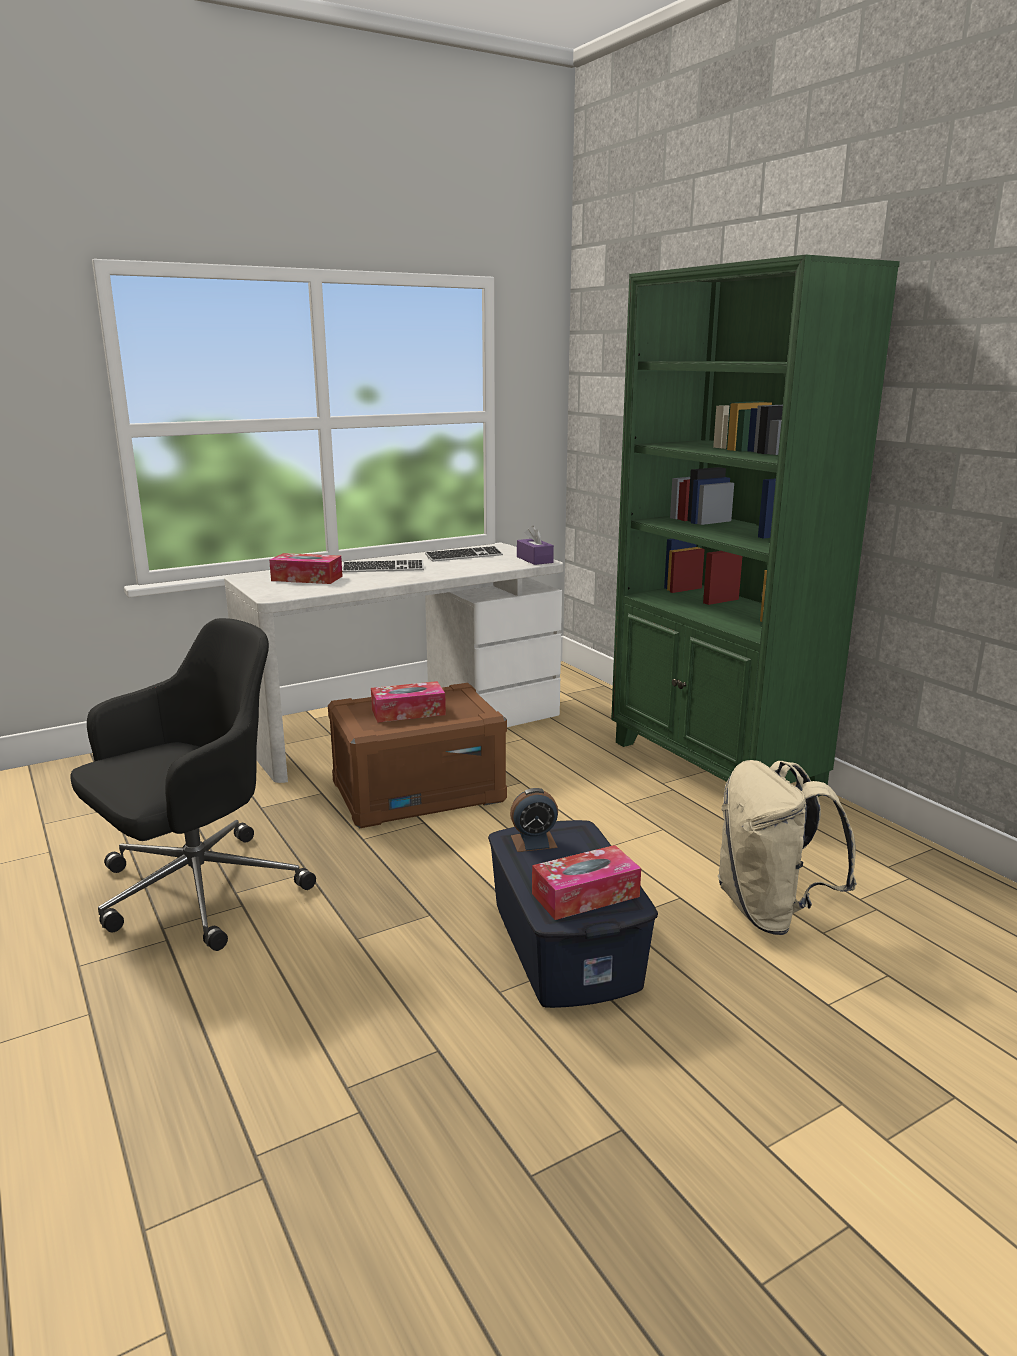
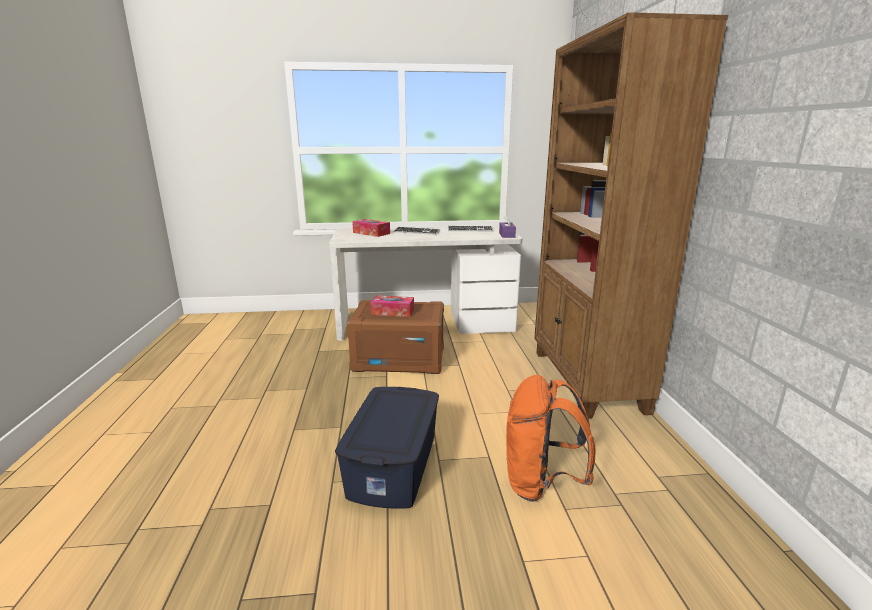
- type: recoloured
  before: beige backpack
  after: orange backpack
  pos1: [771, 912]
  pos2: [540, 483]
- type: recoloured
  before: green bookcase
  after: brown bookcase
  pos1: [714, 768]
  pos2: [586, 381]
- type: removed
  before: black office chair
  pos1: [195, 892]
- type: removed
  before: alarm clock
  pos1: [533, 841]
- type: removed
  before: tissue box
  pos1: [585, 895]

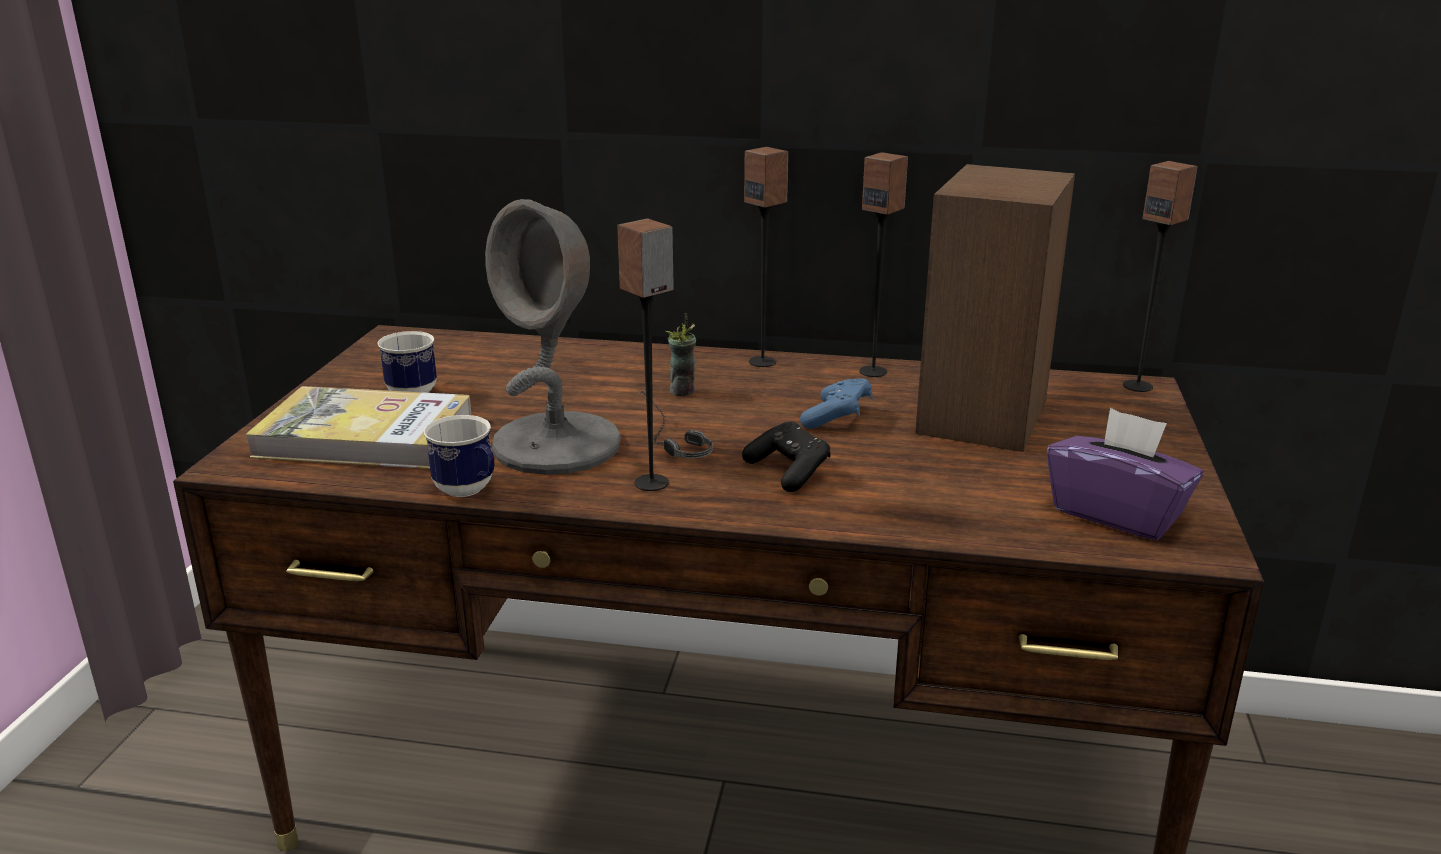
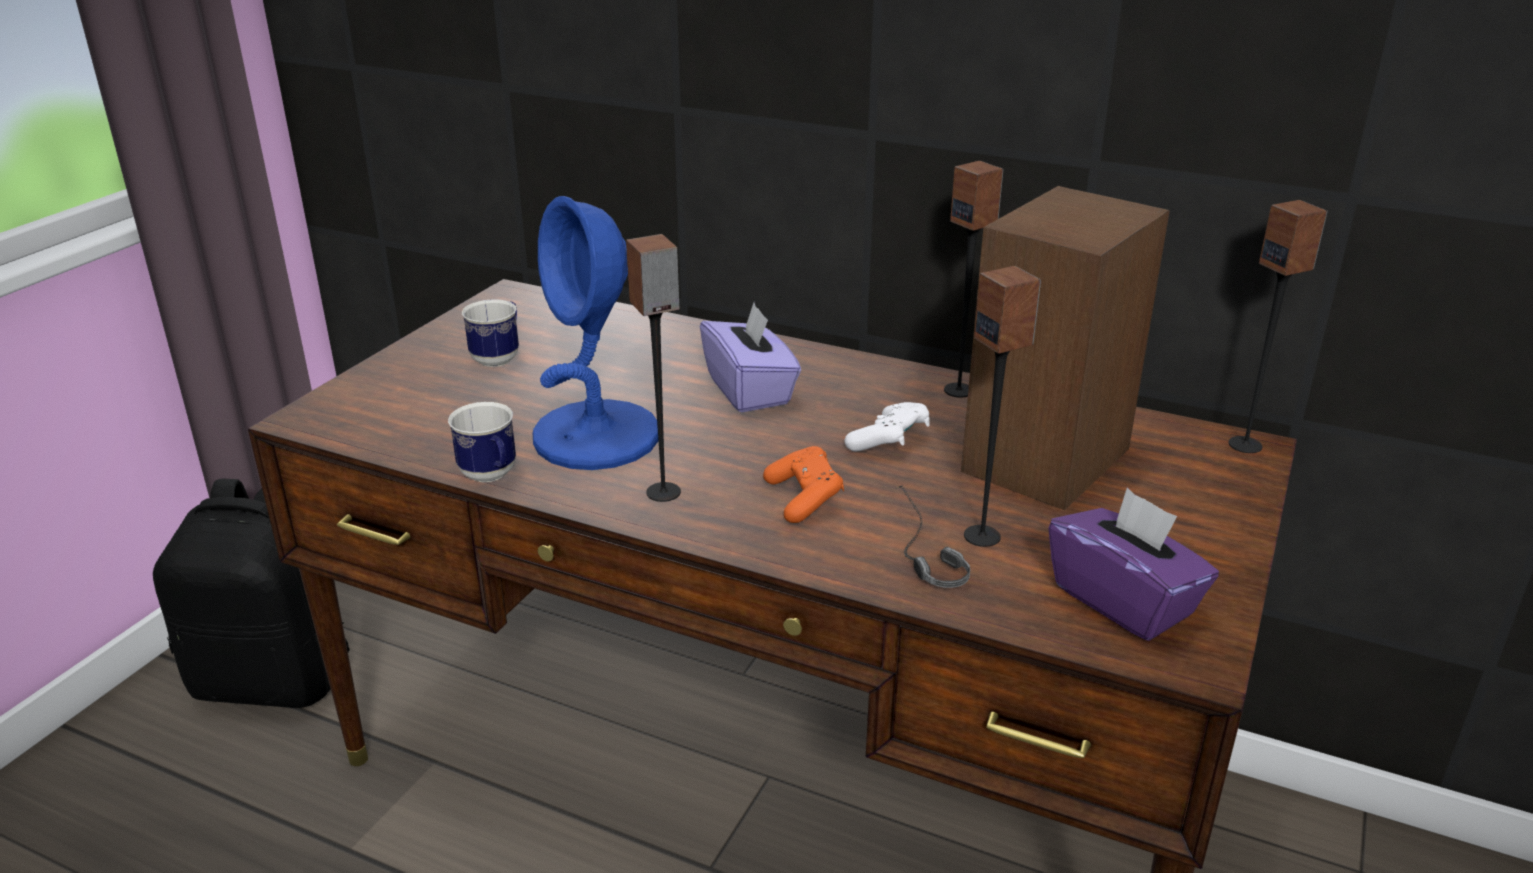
- type: added
  after: black backpack
  pos2: [276, 678]
- type: recoloured
  before: grey table lamp
  after: blue table lamp
  pos1: [557, 446]
  pos2: [597, 437]
- type: replaced
  before: cup
  after: purple tissue box
  pos1: [682, 391]
  pos2: [750, 390]
- type: recoloured
  before: black game controller
  after: orange game controller
  pos1: [788, 471]
  pos2: [804, 498]
- type: recoloured
  before: blue game controller
  after: white game controller
  pos1: [837, 418]
  pos2: [889, 442]
- type: moved
  before: headphones
  pos1: [665, 441]
  pos2: [918, 553]
- type: moved
  before: speaker
  pos1: [763, 362]
  pos2: [982, 536]
- type: removed
  before: book
  pos1: [365, 436]

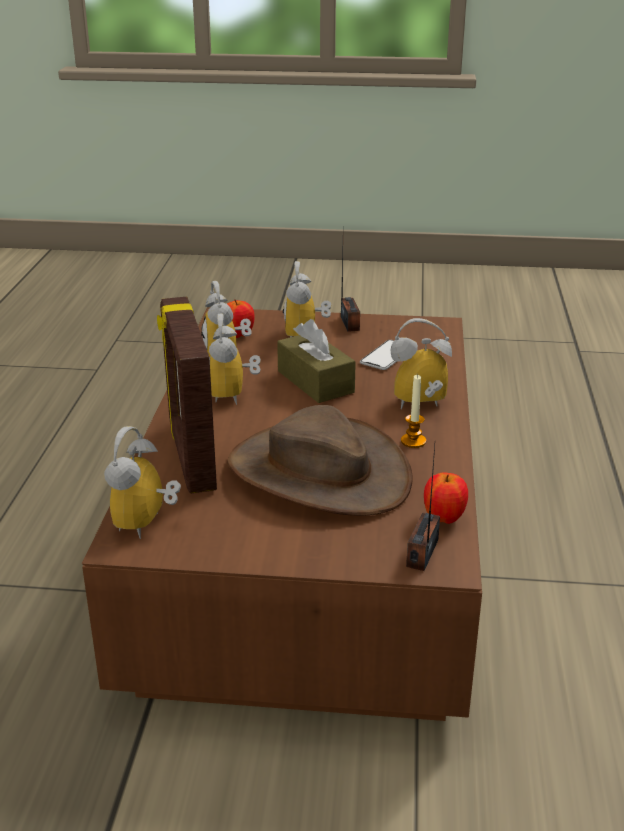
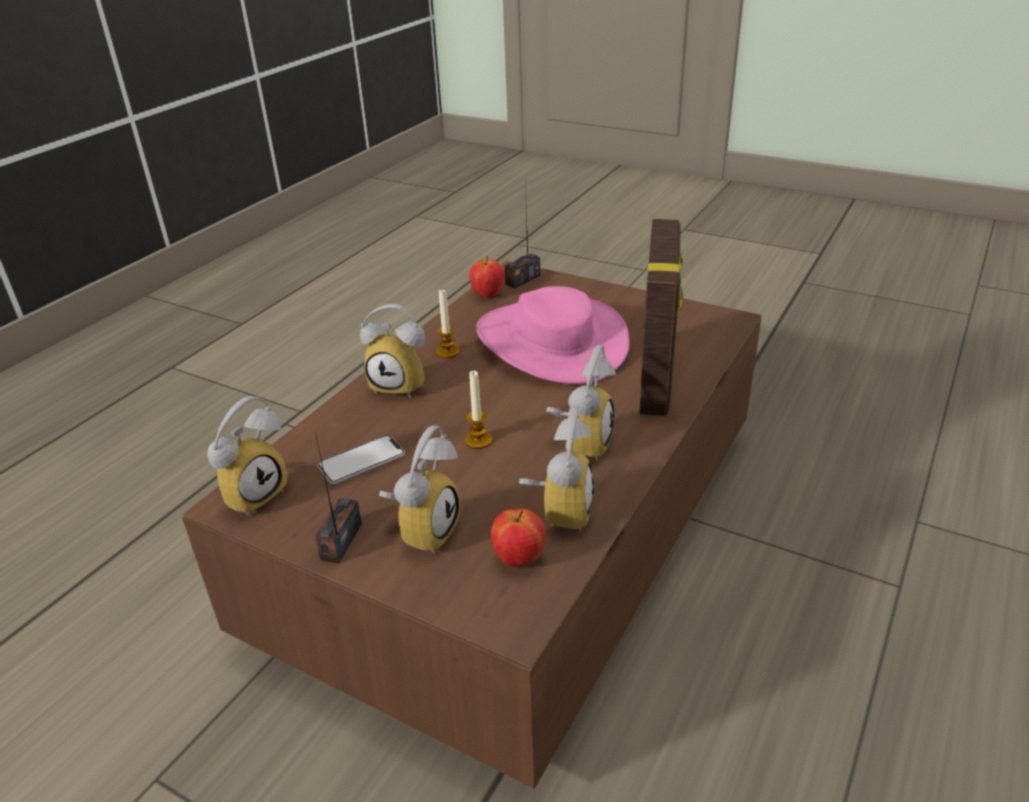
- type: moved
  before: alarm clock
  pos1: [147, 524]
  pos2: [253, 493]
- type: replaced
  before: brown tissue box
  after: candle
  pos1: [315, 382]
  pos2: [478, 440]
- type: recoloured
  before: brown hat
  after: pink hat
  pos1: [318, 472]
  pos2: [551, 341]

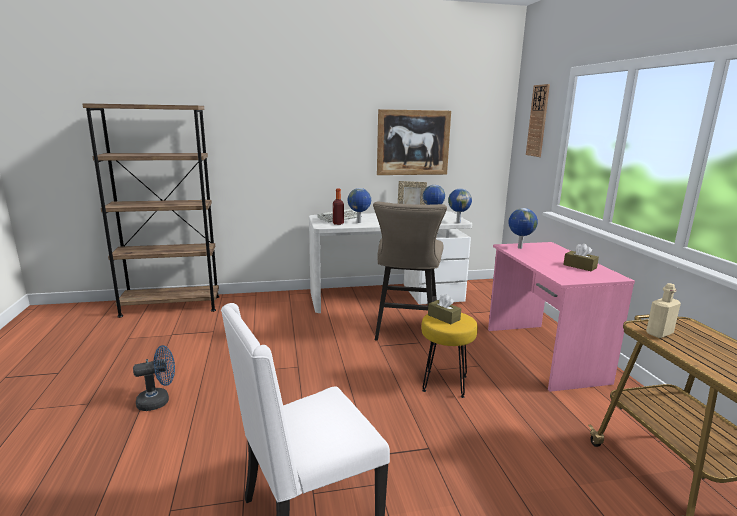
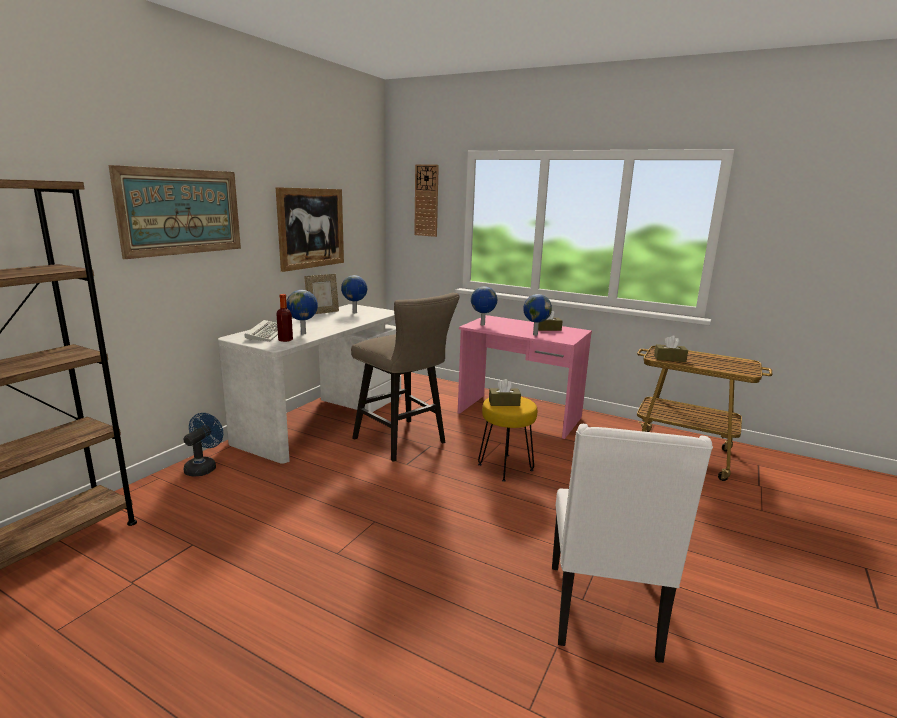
- type: added
  after: picture
  pos2: [181, 211]
- type: moved
  before: blue fan
  pos1: [159, 401]
  pos2: [203, 467]
- type: moved
  before: globe
  pos1: [458, 222]
  pos2: [534, 334]
- type: replaced
  before: beige bottle
  after: brown tissue box
  pos1: [659, 333]
  pos2: [669, 358]

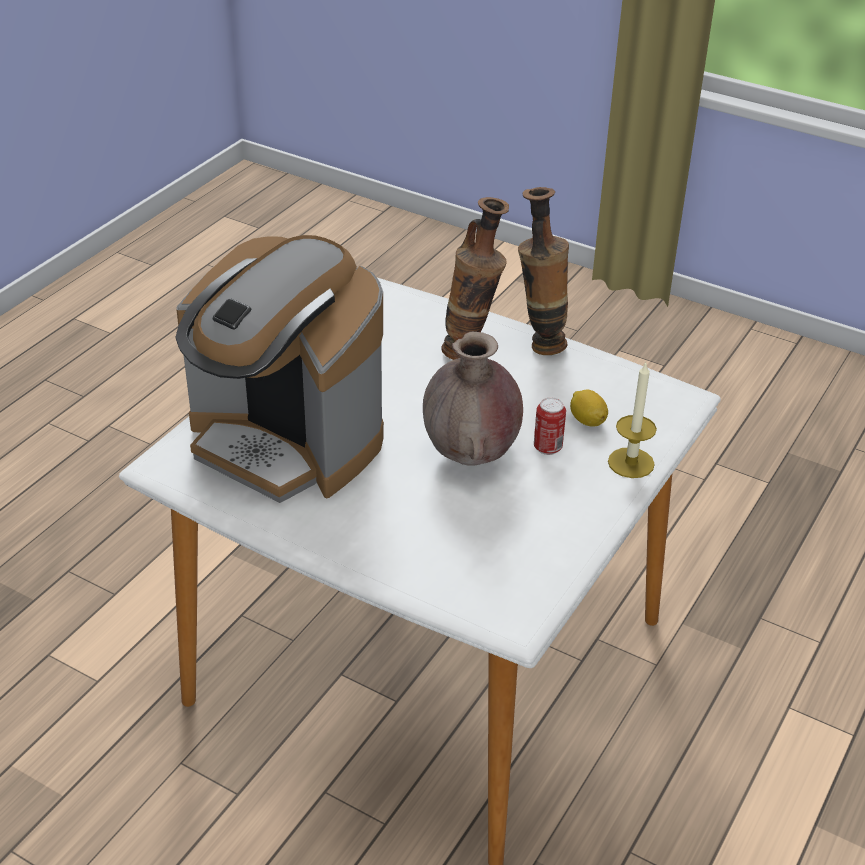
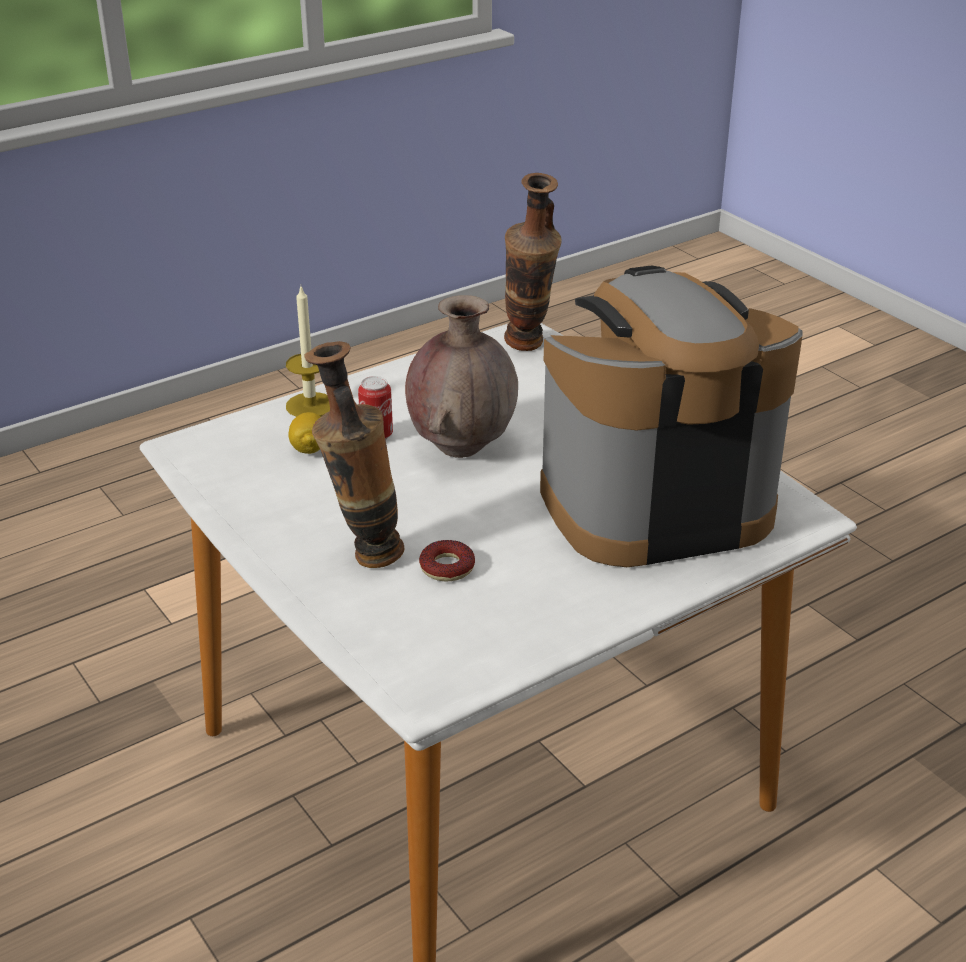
- type: added
  after: donut
  pos2: [447, 567]
- type: moved
  before: vase
  pos1: [539, 343]
  pos2: [528, 349]
- type: turned
  before: coffee machine
  pos1: [285, 443]
  pos2: [654, 505]
  turn: -75

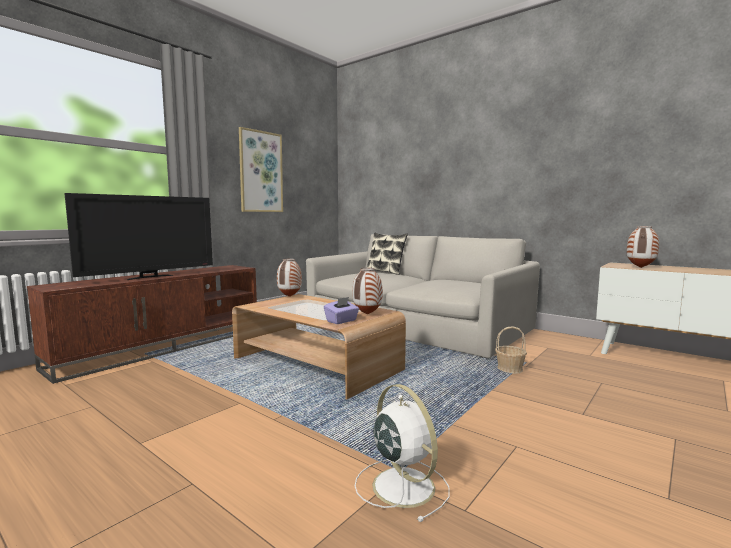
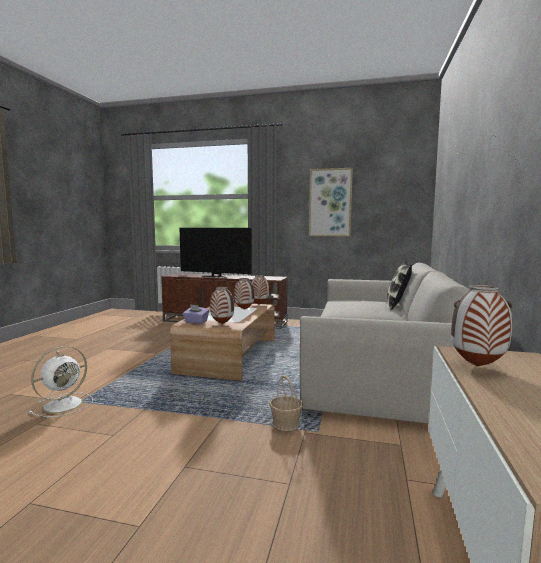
- type: added
  after: vase
  pos2: [244, 309]

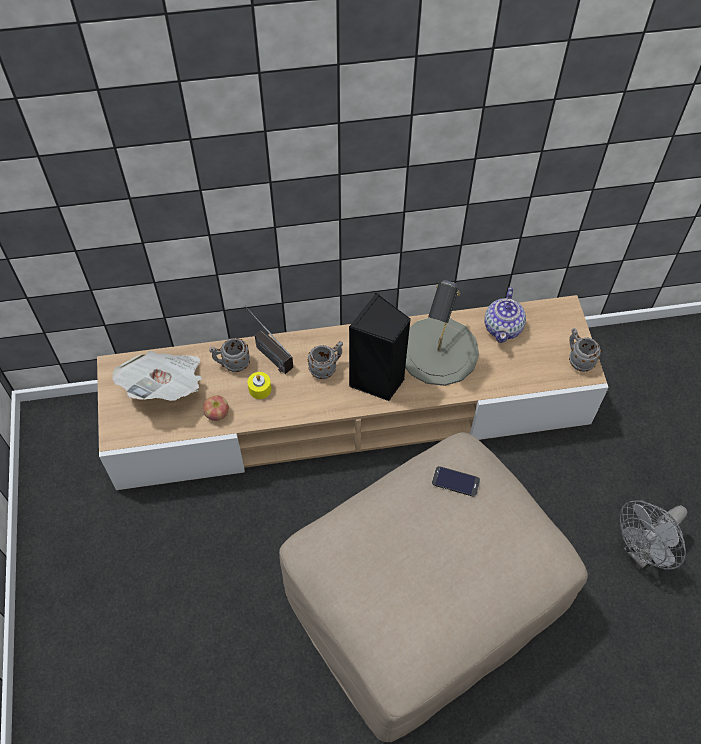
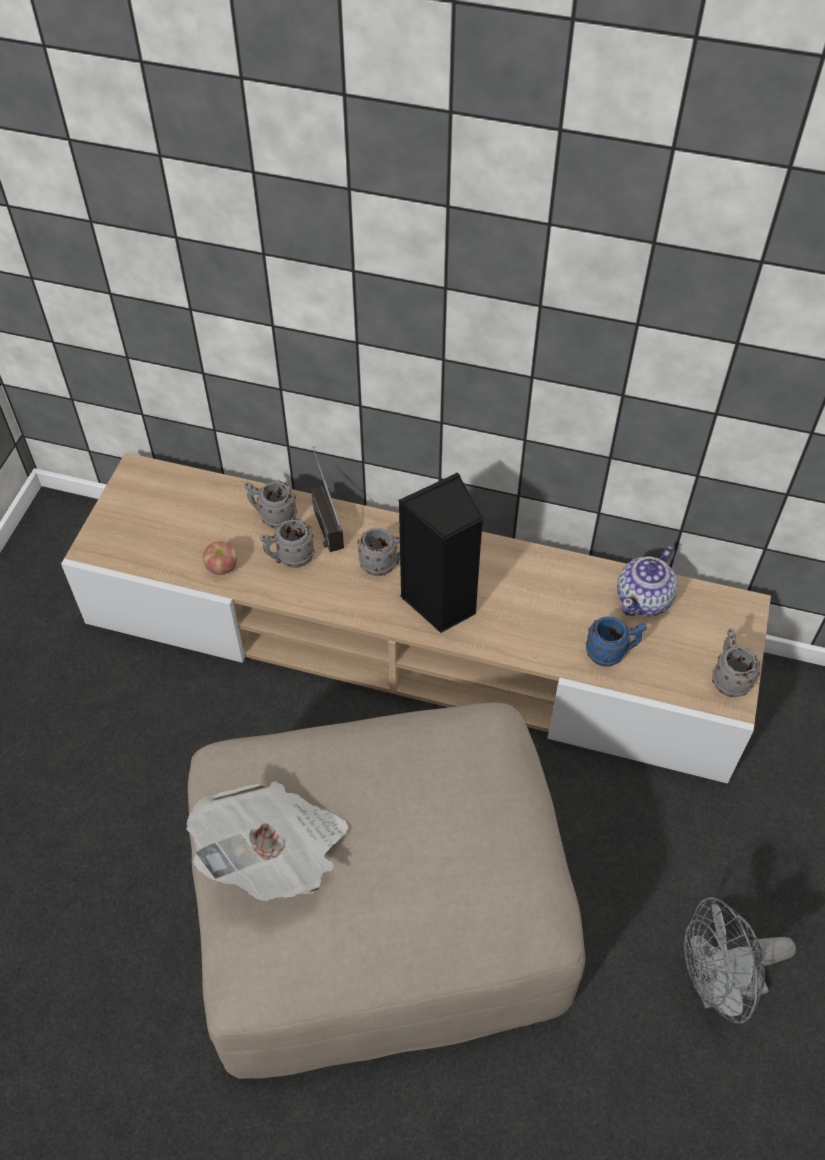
- type: moved
  before: newspaper
  pos1: [165, 386]
  pos2: [275, 853]
- type: replaced
  before: yellow candle
  after: grey mug
  pos1: [260, 389]
  pos2: [289, 558]
- type: added
  after: blue mug
  pos2: [611, 653]
- type: removed
  before: grey table lamp
  pos1: [439, 351]
- type: removed
  before: phone
  pos1: [455, 481]

